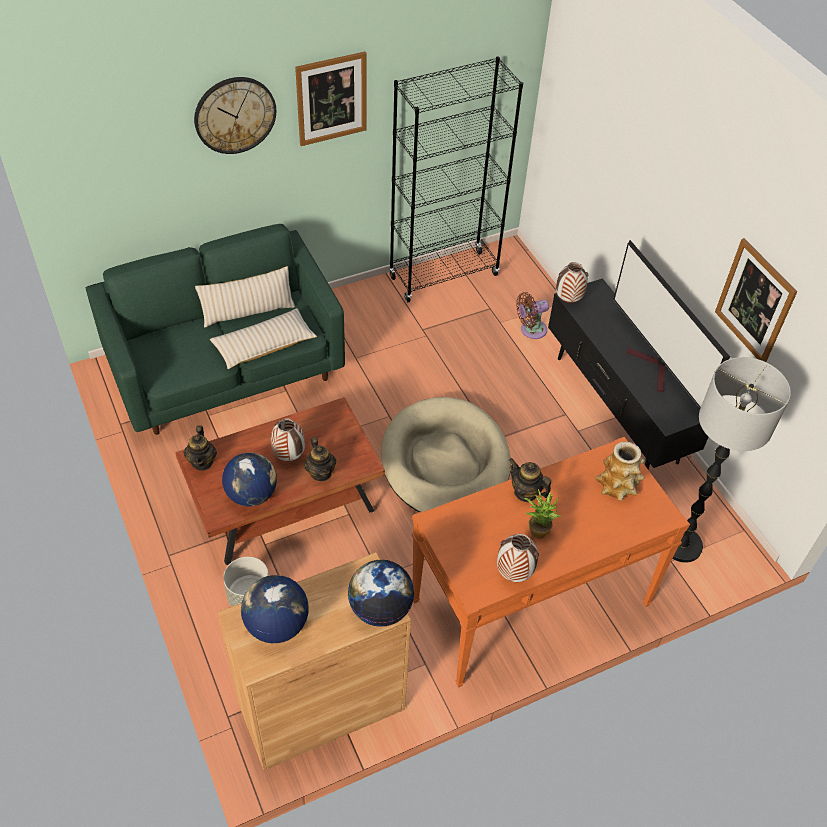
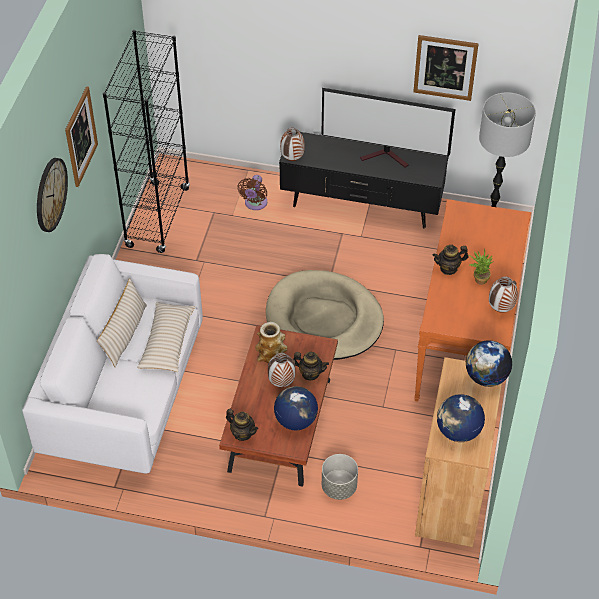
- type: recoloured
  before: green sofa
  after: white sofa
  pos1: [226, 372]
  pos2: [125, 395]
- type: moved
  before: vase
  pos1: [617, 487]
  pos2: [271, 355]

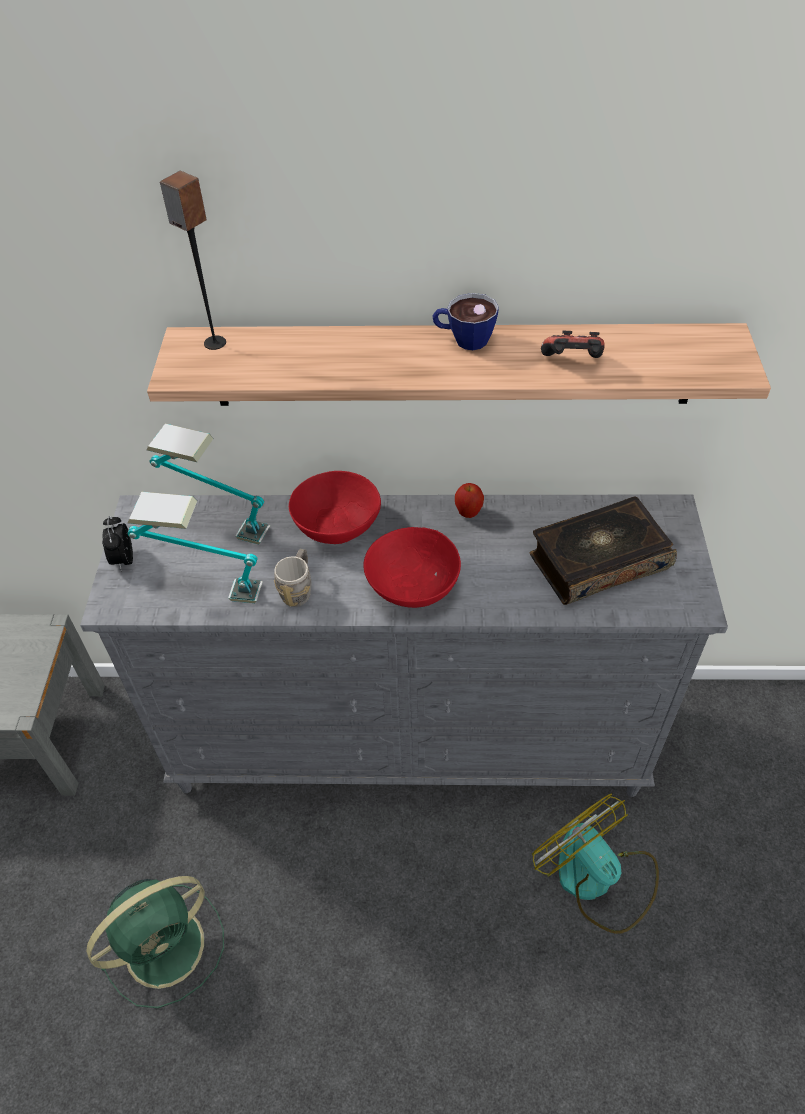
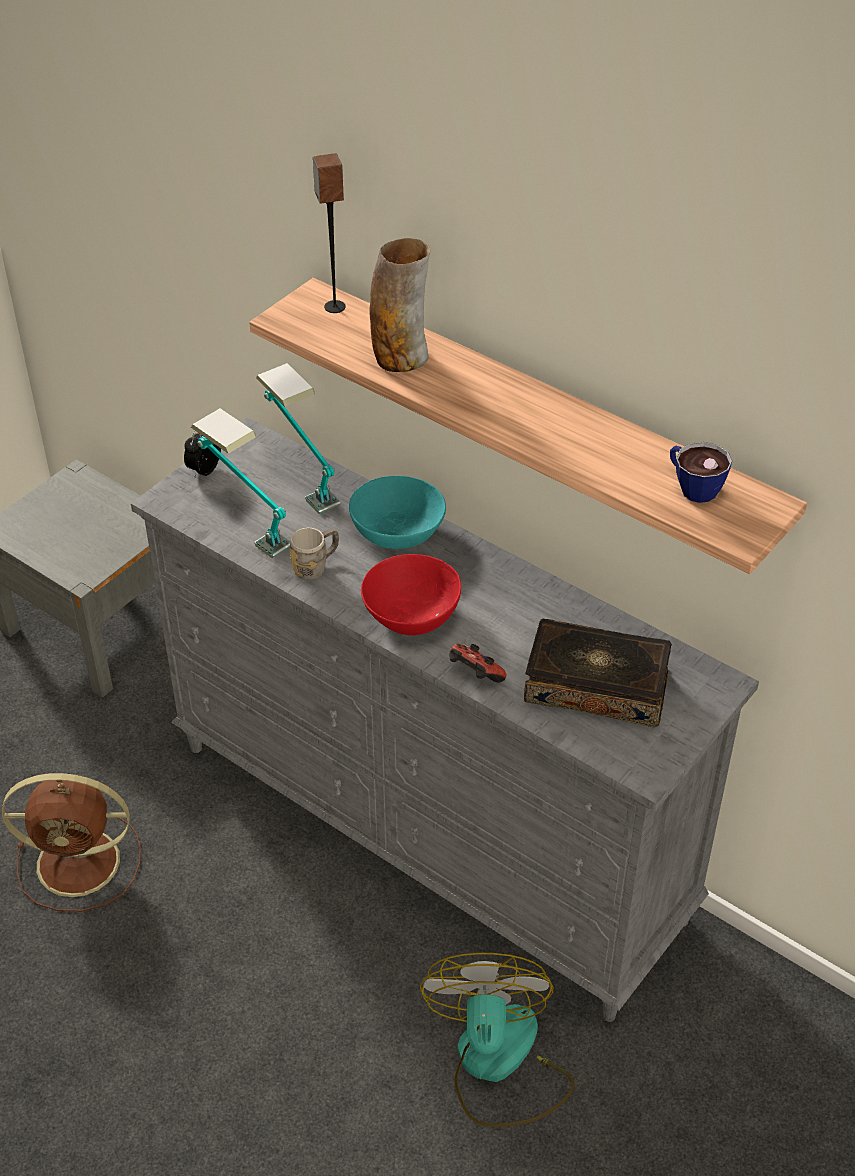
- type: recoloured
  before: green fan
  after: brown fan
  pos1: [168, 944]
  pos2: [82, 862]
- type: recoloured
  before: red bowl
  after: turquoise bowl
  pos1: [336, 525]
  pos2: [397, 532]
- type: added
  after: vase
  pos2: [400, 356]
- type: moved
  before: game controller
  pos1: [572, 363]
  pos2: [474, 675]
- type: moved
  before: cup
  pos1: [463, 339]
  pos2: [692, 486]
- type: removed
  before: apple
  pos1: [468, 513]

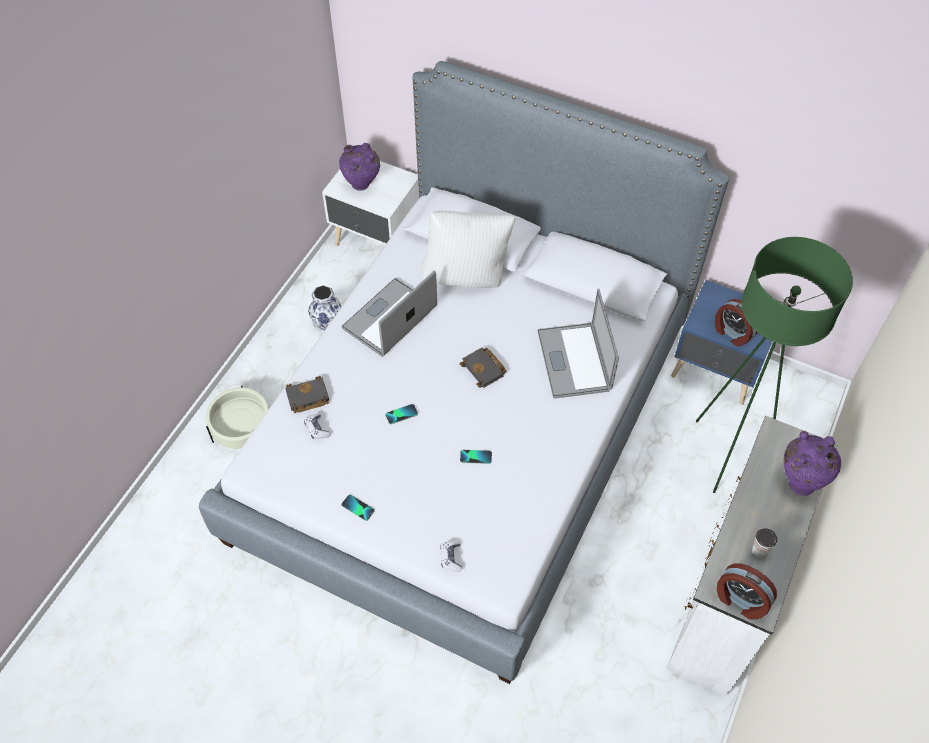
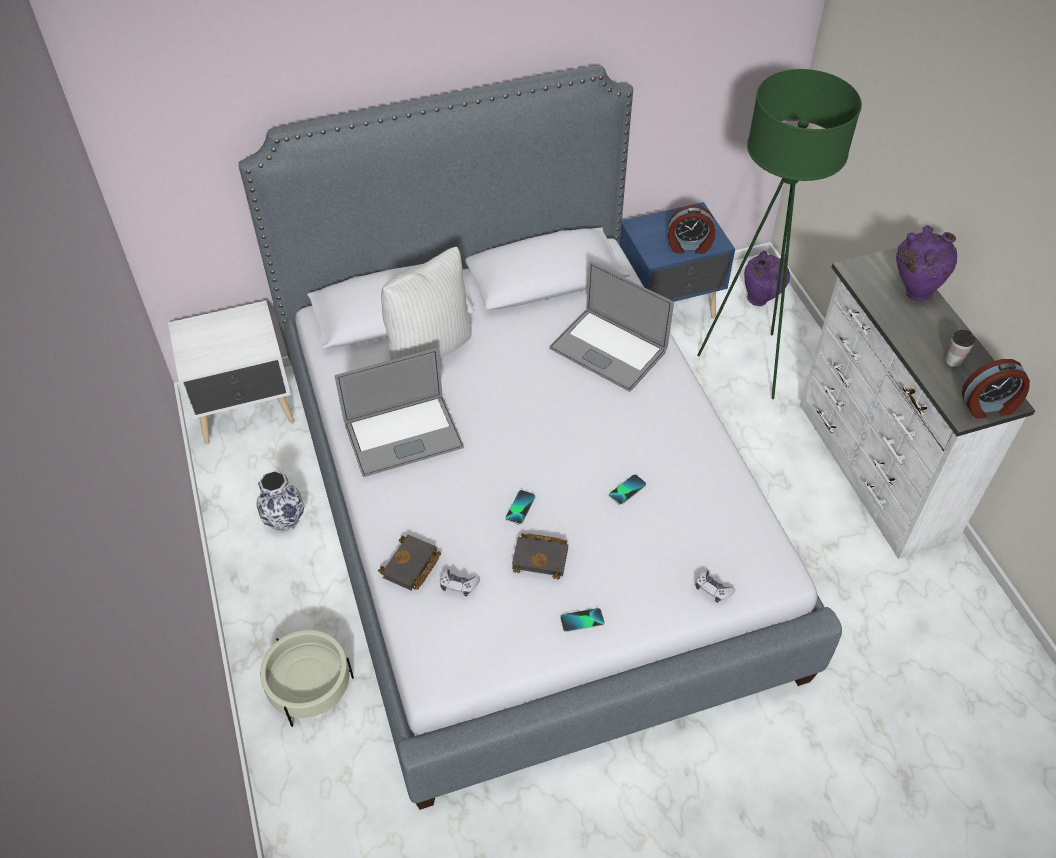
- type: turned
  before: laptop
  pos1: [390, 318]
  pos2: [403, 435]
  turn: -105
- type: moved
  before: black book
  pos1: [484, 369]
  pos2: [542, 557]
- type: moved
  before: purple vase
  pos1: [362, 186]
  pos2: [760, 300]

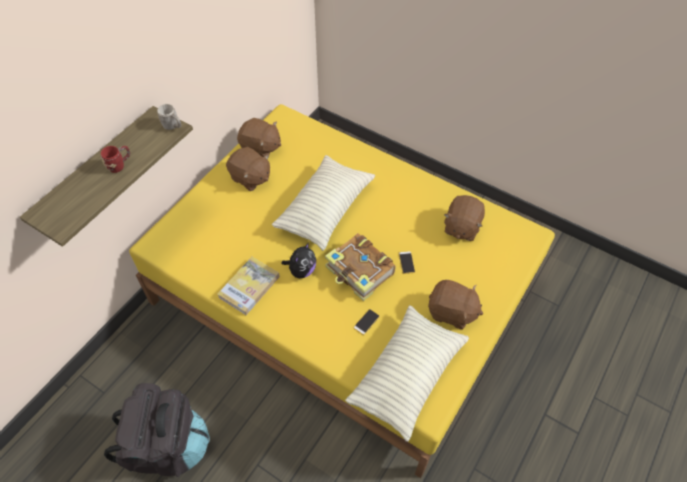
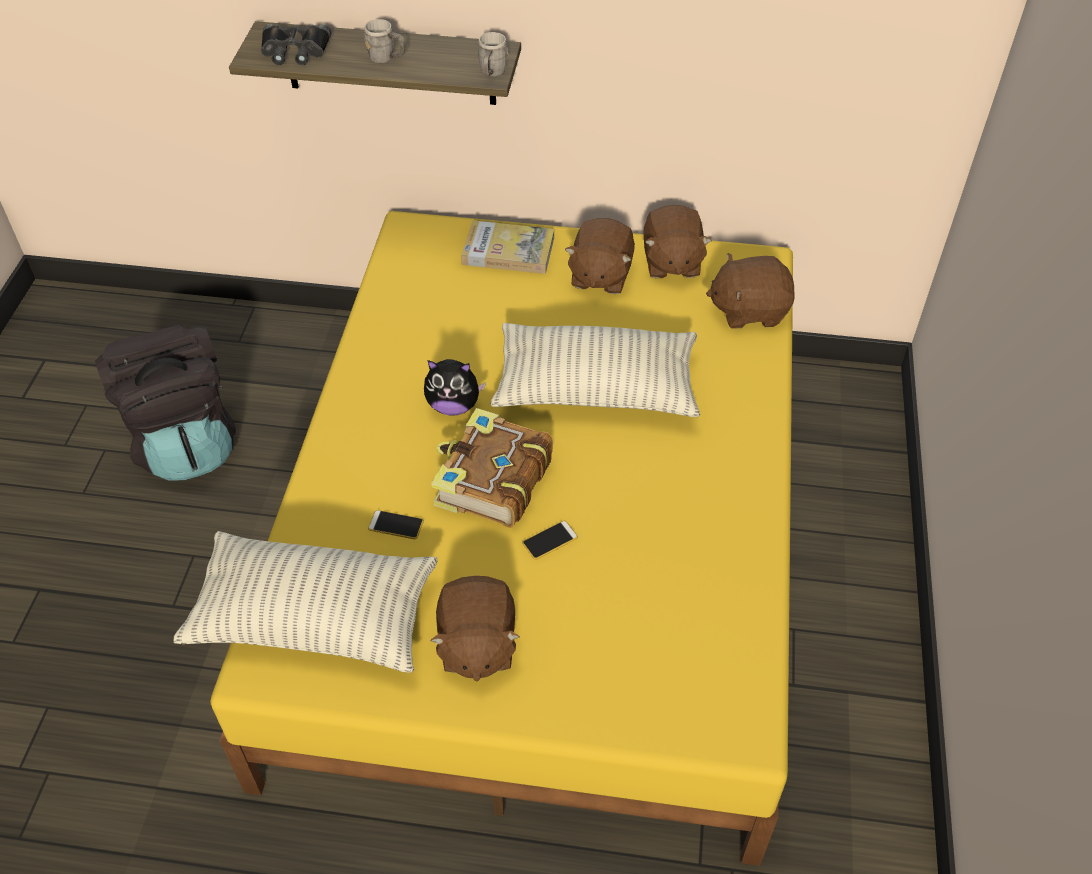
- type: added
  after: black binoculars
  pos2: [295, 51]
- type: recoloured
  before: red mug
  after: grey mug
  pos1: [119, 165]
  pos2: [387, 58]
- type: moved
  before: book
  pos1: [249, 287]
  pos2: [508, 251]
- type: moved
  before: brown plush toy
  pos1: [461, 227]
  pos2: [749, 310]

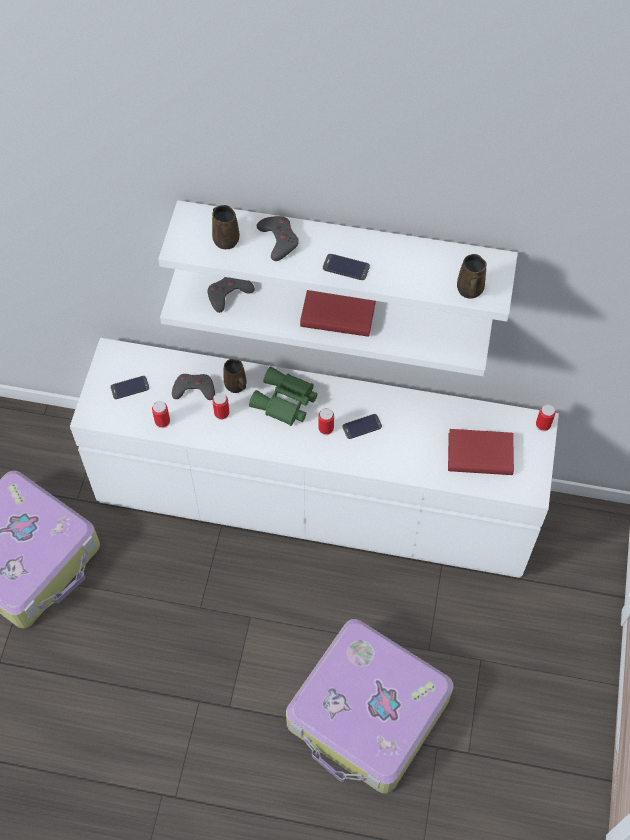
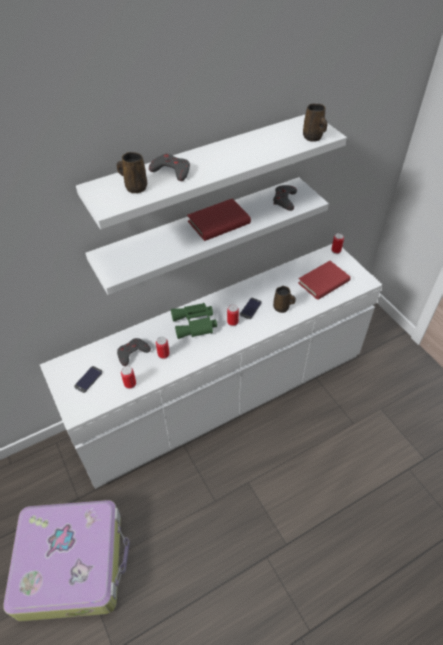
- type: moved
  before: grey game controller
  pos1: [228, 294]
  pos2: [284, 200]
- type: moved
  before: brown mug
  pos1: [236, 386]
  pos2: [282, 308]
- type: removed
  before: suitcase
  pos1: [368, 714]
- type: removed
  before: phone
  pos1: [346, 267]

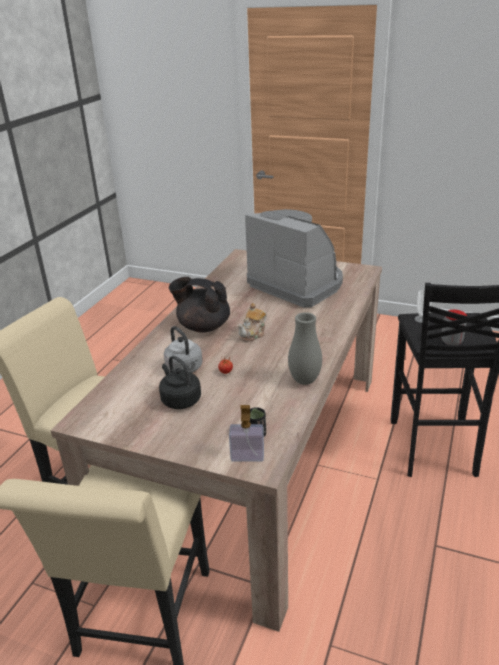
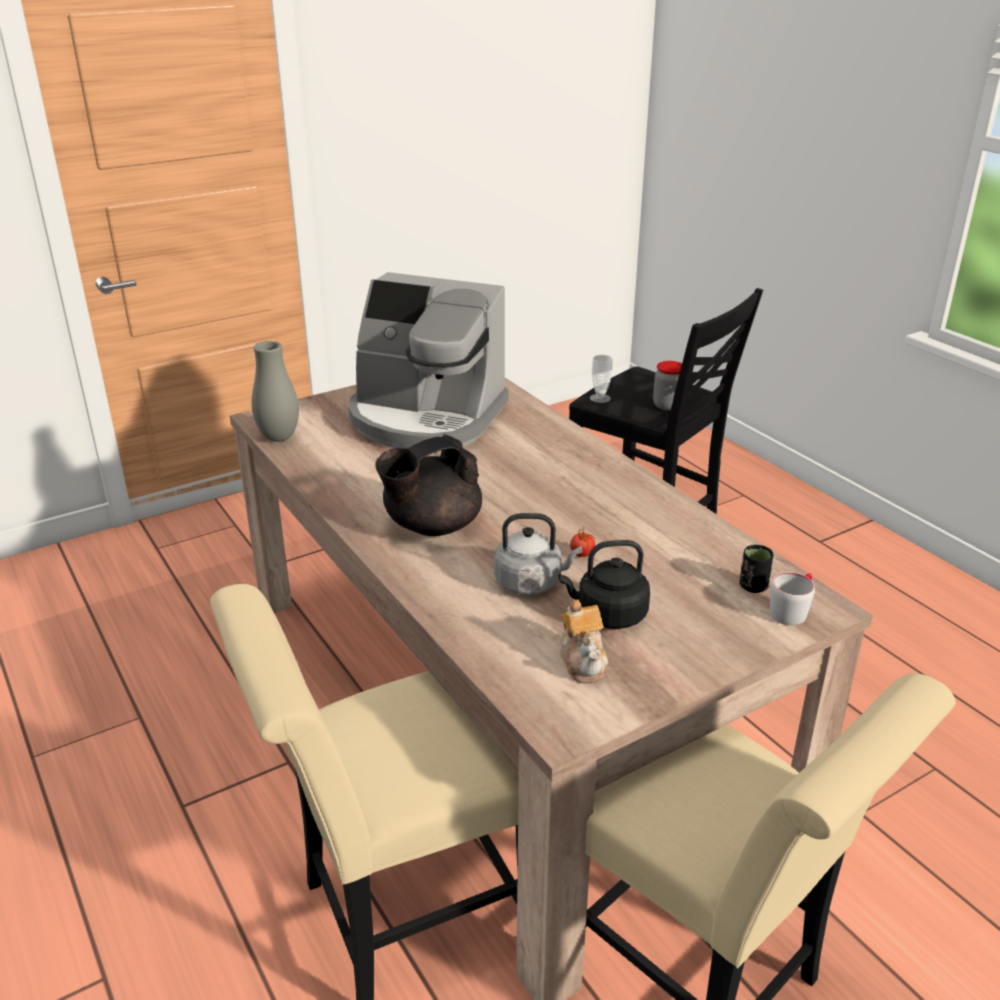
- type: moved
  before: grey vase
  pos1: [304, 380]
  pos2: [279, 437]
- type: turned
  before: coffee machine
  pos1: [297, 284]
  pos2: [426, 418]
  turn: -150
- type: moved
  before: teapot
  pos1: [253, 334]
  pos2: [583, 661]
- type: replaced
  before: soap dispenser
  after: grey mug
  pos1: [247, 456]
  pos2: [791, 610]

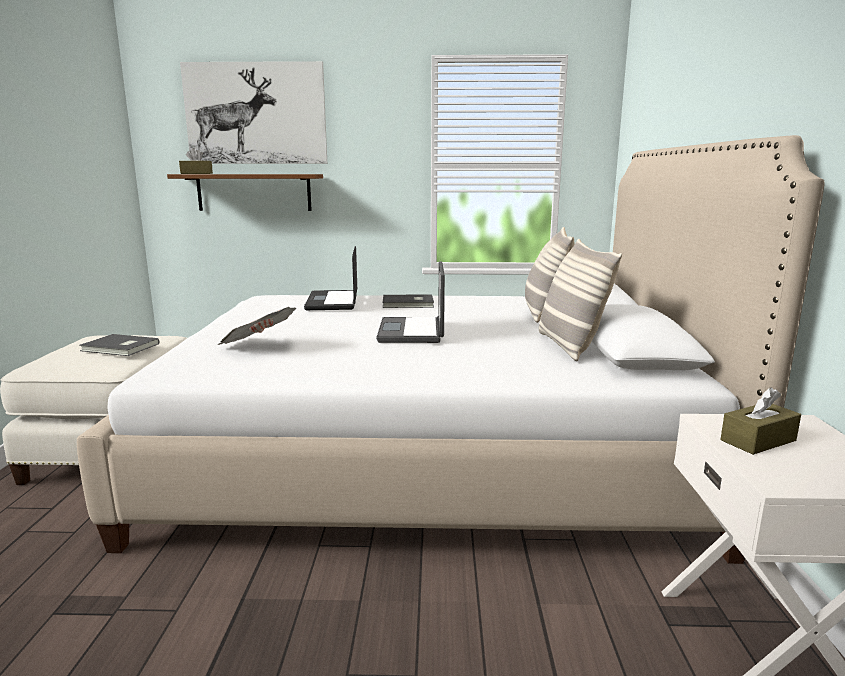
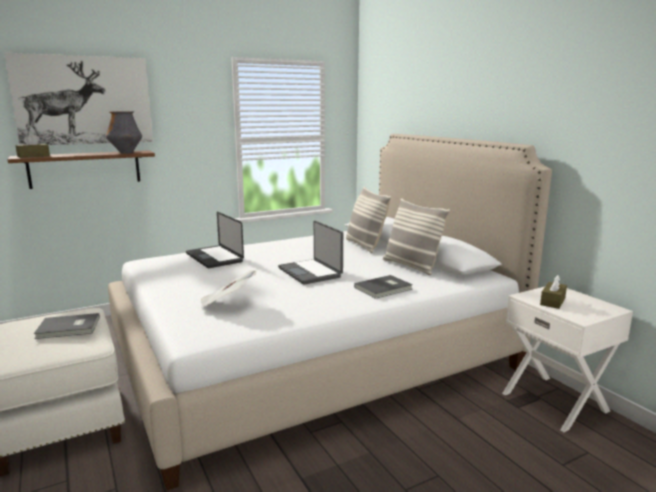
- type: added
  after: vase
  pos2: [126, 152]
- type: moved
  before: grey book
  pos1: [408, 303]
  pos2: [384, 288]

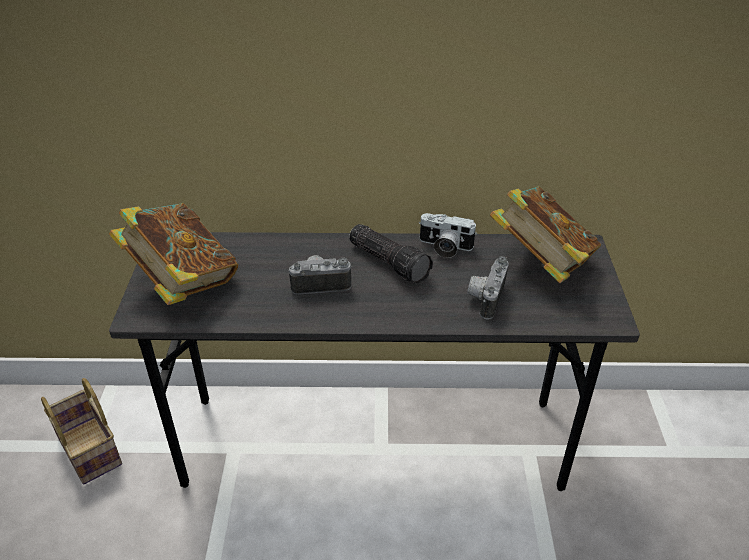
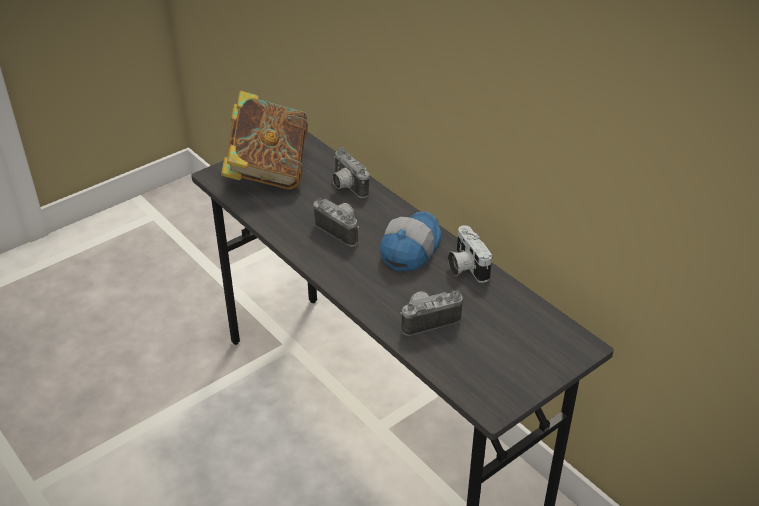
- type: added
  after: photo camera
  pos2: [346, 187]
- type: replaced
  before: flashlight
  after: cap
  pos1: [390, 262]
  pos2: [409, 249]
- type: removed
  before: basket
  pos1: [91, 451]
- type: removed
  before: book
  pos1: [540, 263]

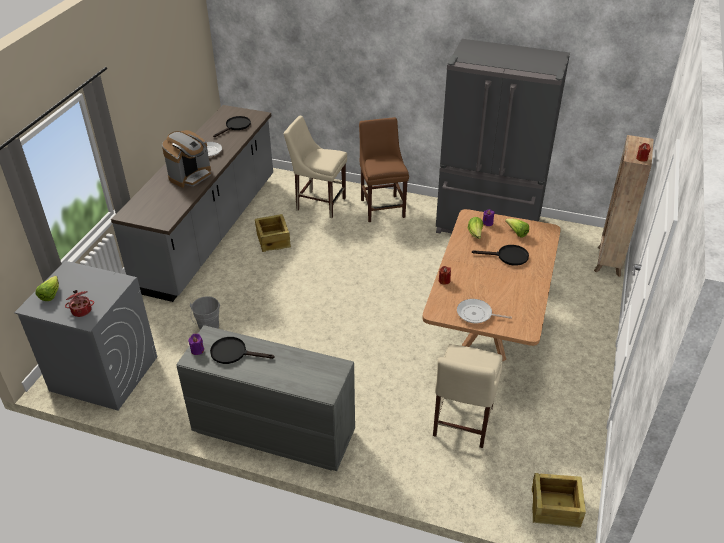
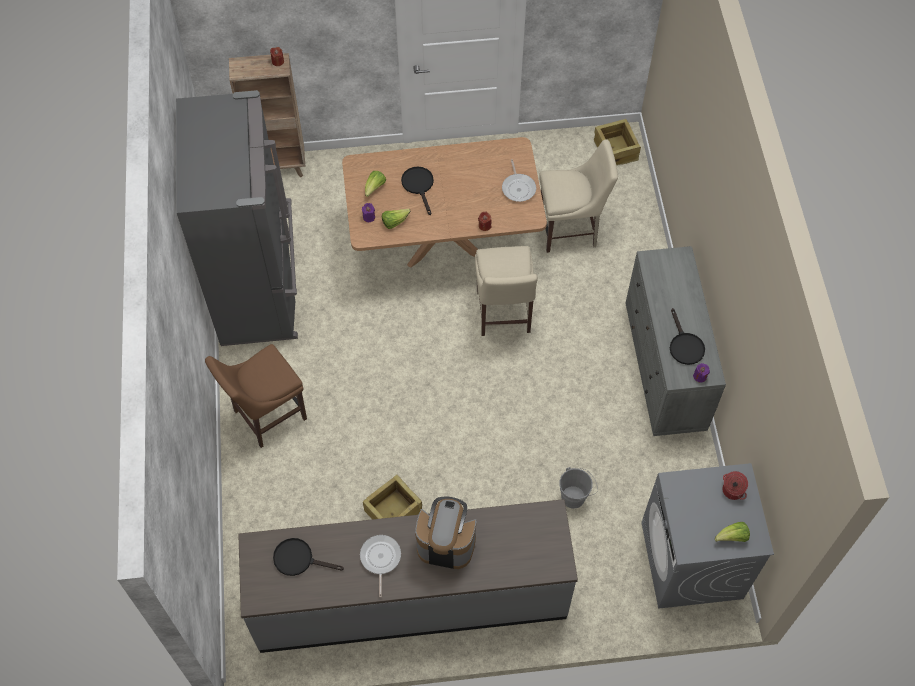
- type: moved
  before: beige chair
  pos1: [318, 203]
  pos2: [503, 315]

